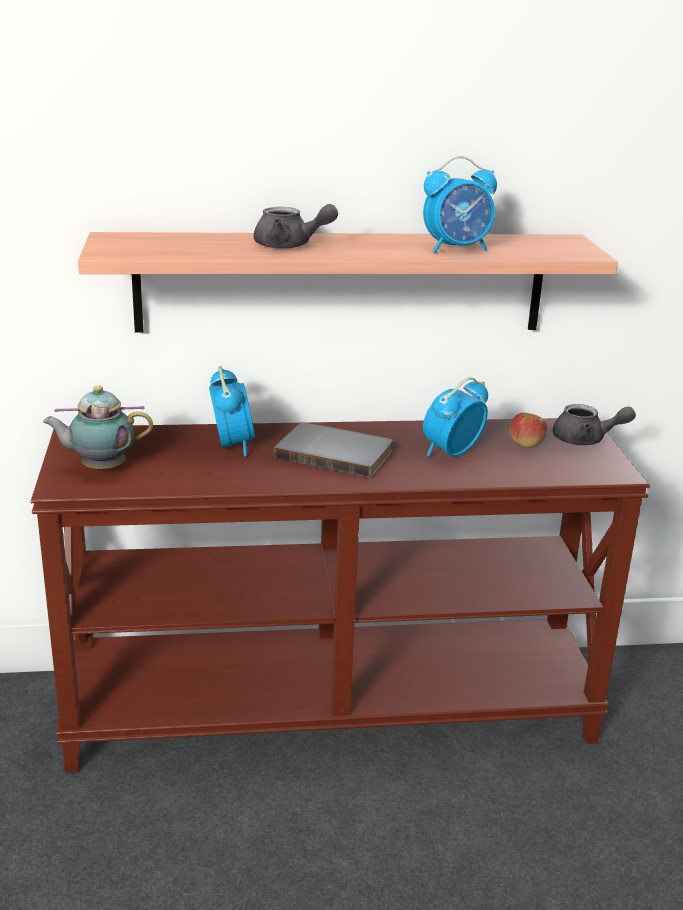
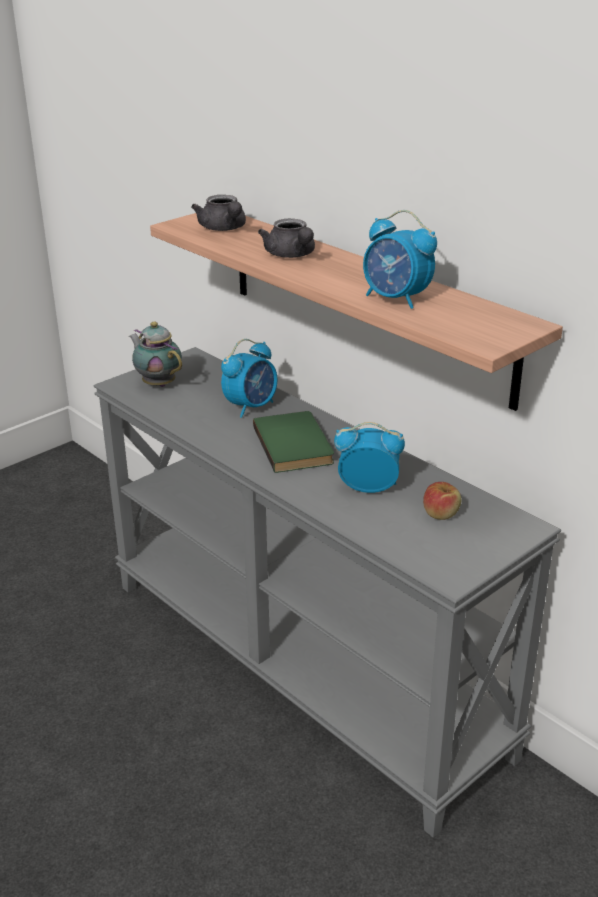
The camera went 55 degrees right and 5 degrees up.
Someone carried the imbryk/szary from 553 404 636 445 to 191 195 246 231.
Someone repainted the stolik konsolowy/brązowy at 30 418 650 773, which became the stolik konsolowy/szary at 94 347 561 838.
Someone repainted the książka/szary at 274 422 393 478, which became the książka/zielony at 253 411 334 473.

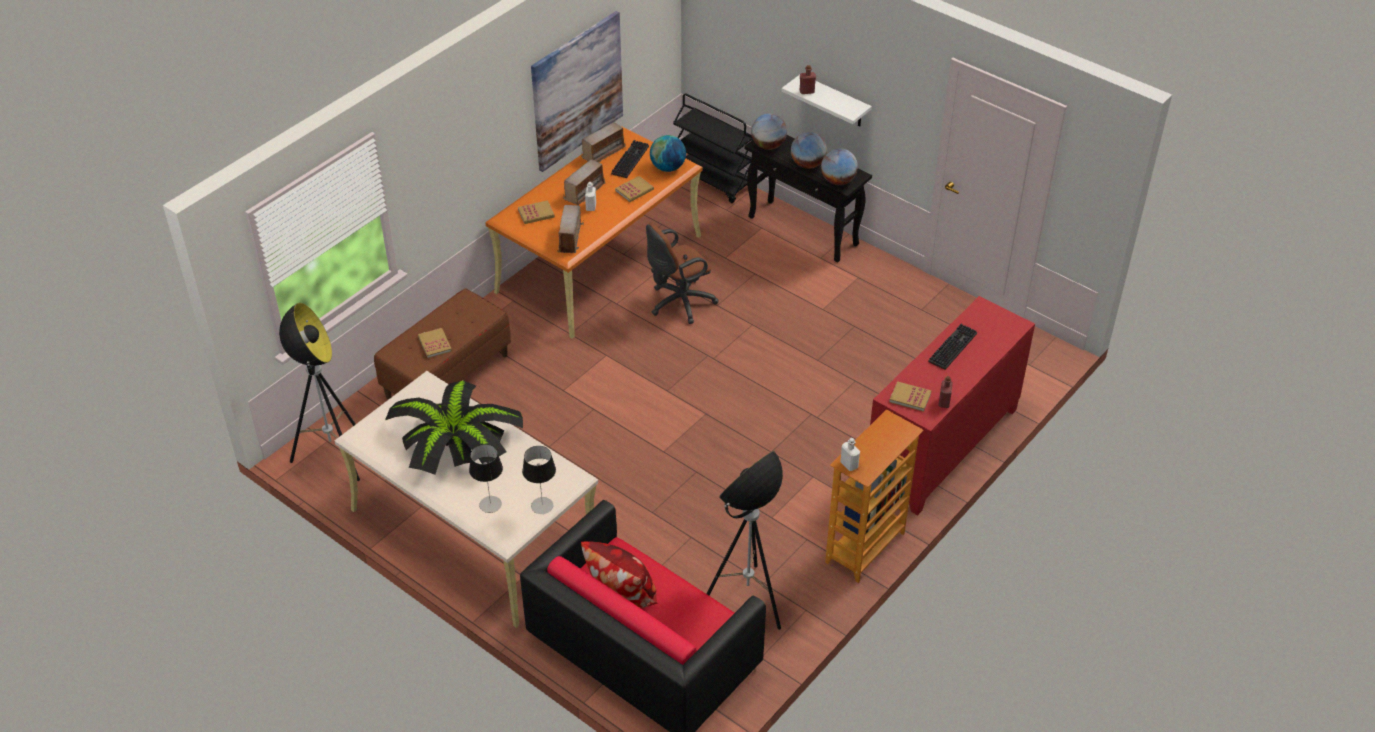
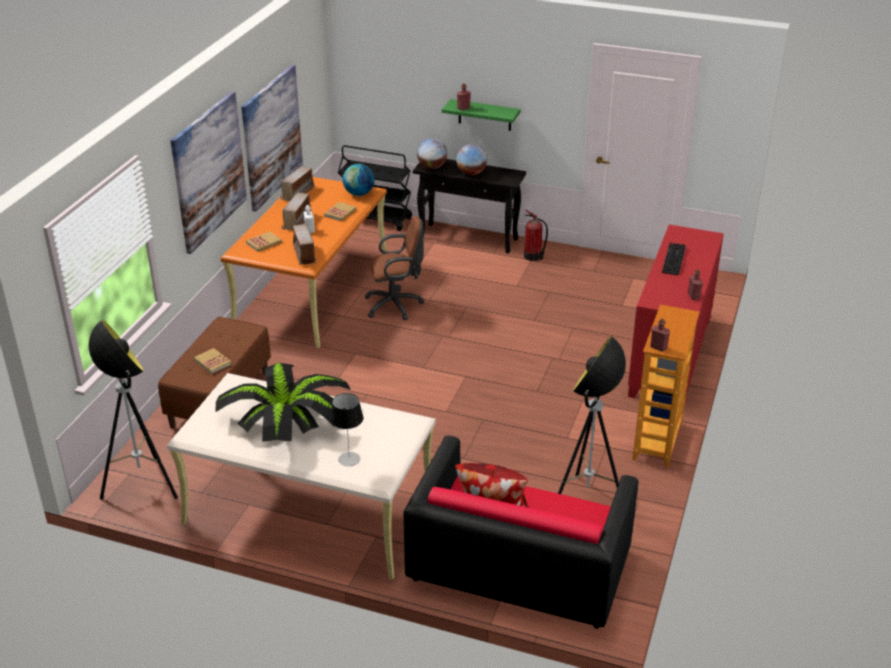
The camera went 20 degrees left and 10 degrees down.
Someone took away the lampa stołowa at 522 446 556 514.
Someone took away the klawiatura at 611 140 649 178.
Someone took away the globus at 821 148 858 185.
Someone took away the książka at 889 381 932 412.
Someone put up the obraz at 170 91 247 254.
Someone put down the gaśnica at 524 209 548 261.
Someone repainted the półka/biały at 782 75 872 126, which became the półka/zielony at 442 99 521 131.
Someone repainted the butelka/biały at 840 438 860 471, which became the butelka/czerwony at 650 318 670 352.
Someone rotated the krzesło biurowe/brązowy at 646 223 719 324 by 135 degrees counterclockwise.

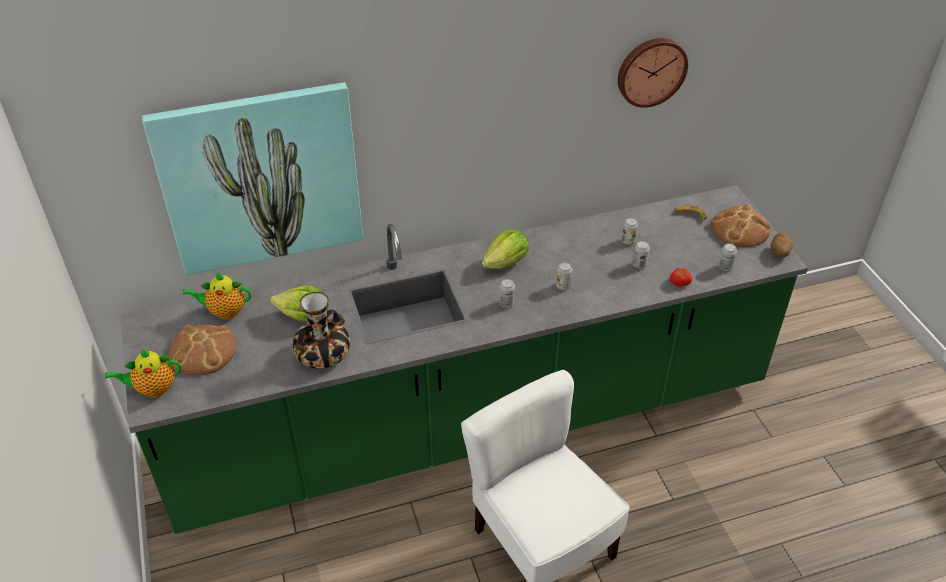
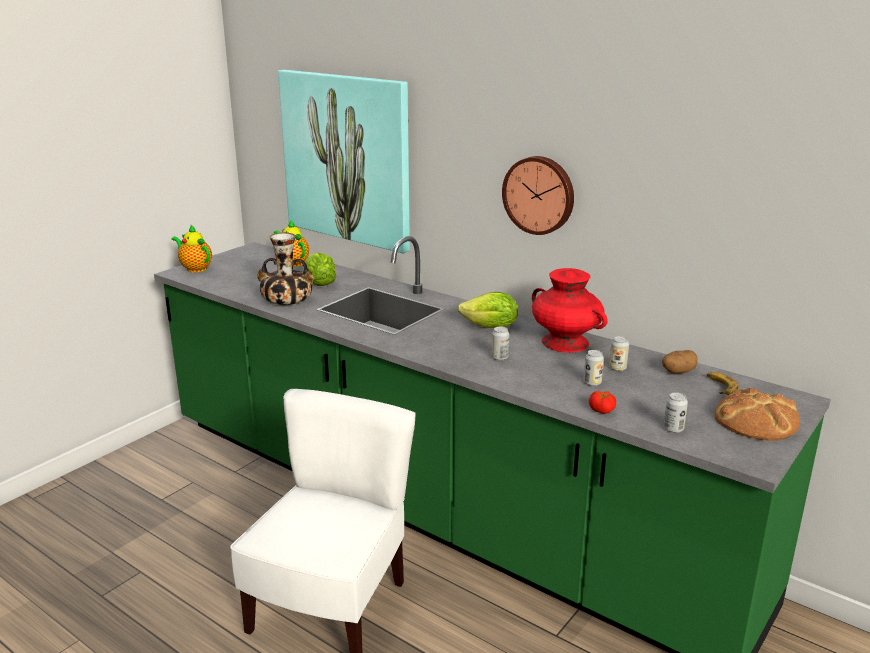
The camera went 55 degrees right and 20 degrees down.
Someone took away the chleb at 169 324 236 375.
Someone took away the puszka at 499 279 515 307.
Someone put down the wazon/czerwony at 532 268 608 353.
Someone carried the zegar ścienny from 618 38 688 108 to 502 156 574 235.
Someone carried the ziemniak from 770 233 793 258 to 662 350 698 374.

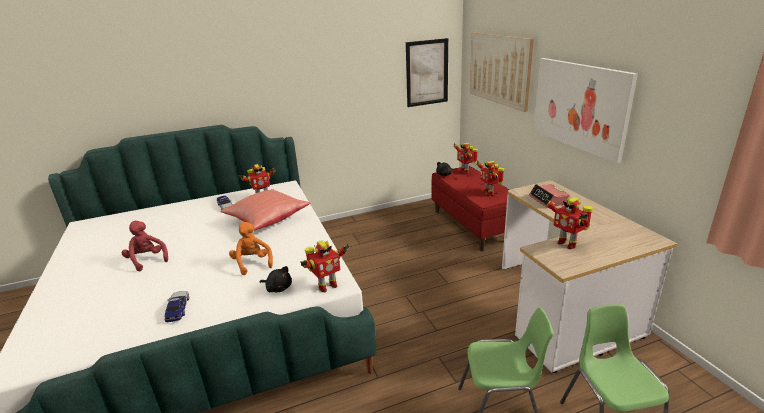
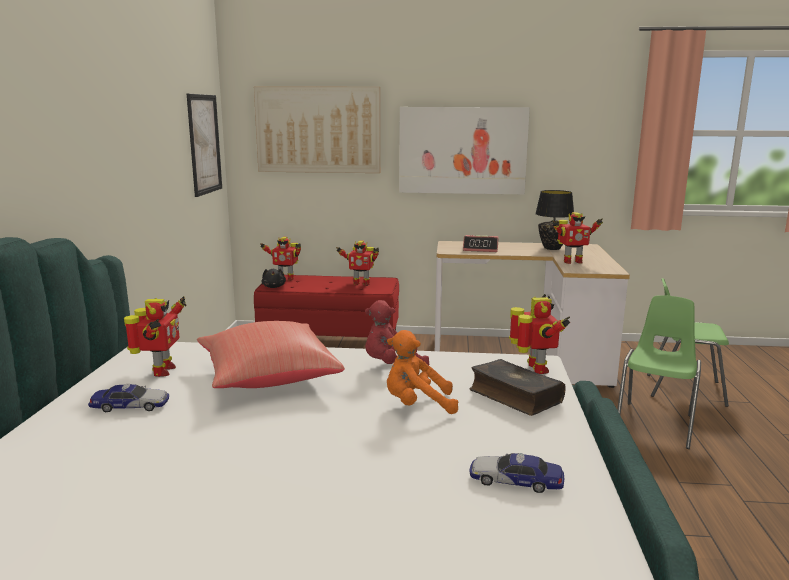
The camera went 65 degrees left and 10 degrees down.
Someone put down the lampa stołowa/czarny at 535 190 574 250.
Someone carried the pluszak/czerwony from 122 221 168 271 to 365 300 429 365.
Someone swapped the pluszak/czarny at 260 266 292 292 for the książka at 470 359 566 416.

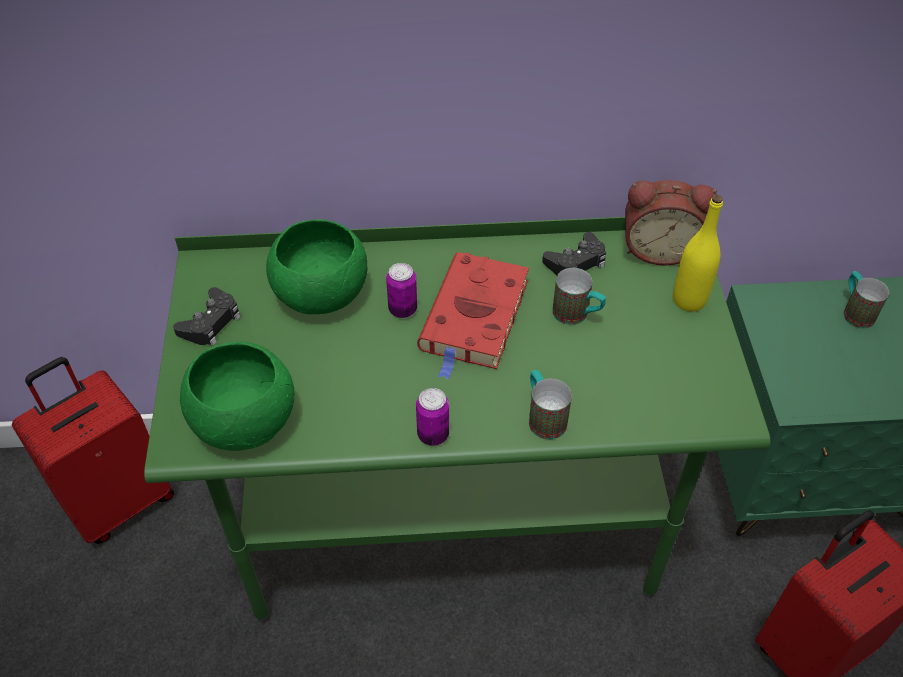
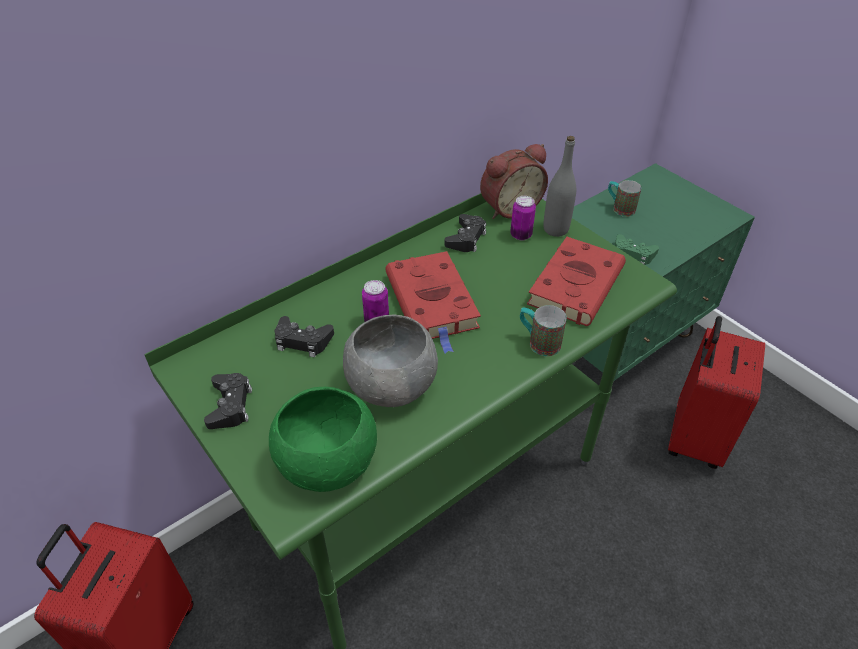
The camera went 35 degrees left and 5 degrees down.
Someone took away the kubek at 552 268 606 325.
Someone put down the miska/szary at 343 314 438 407.
Someone put down the książka/czerwony at 527 237 626 326.
Someone put down the pad do gier/zielony at 615 234 659 265.
Someone carried the puszka from 416 388 449 446 to 510 196 536 240.
Someone swapped the miska/zielony at 266 219 367 314 for the pad do gier/czarny at 275 316 334 357.
Someone repainted the butelka/żółty at 673 195 723 312, which became the butelka/szary at 543 136 576 237.

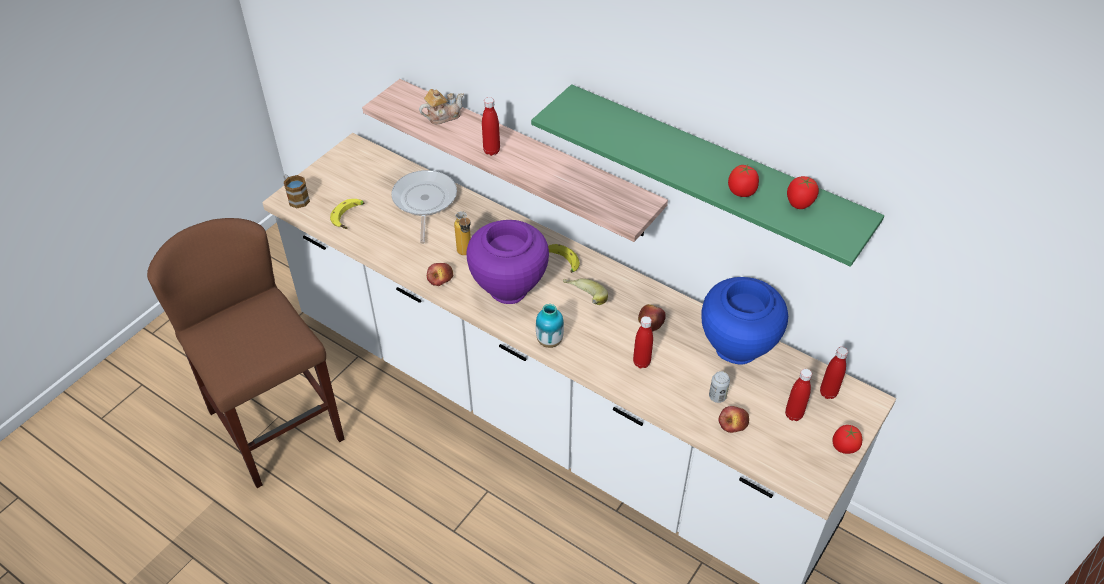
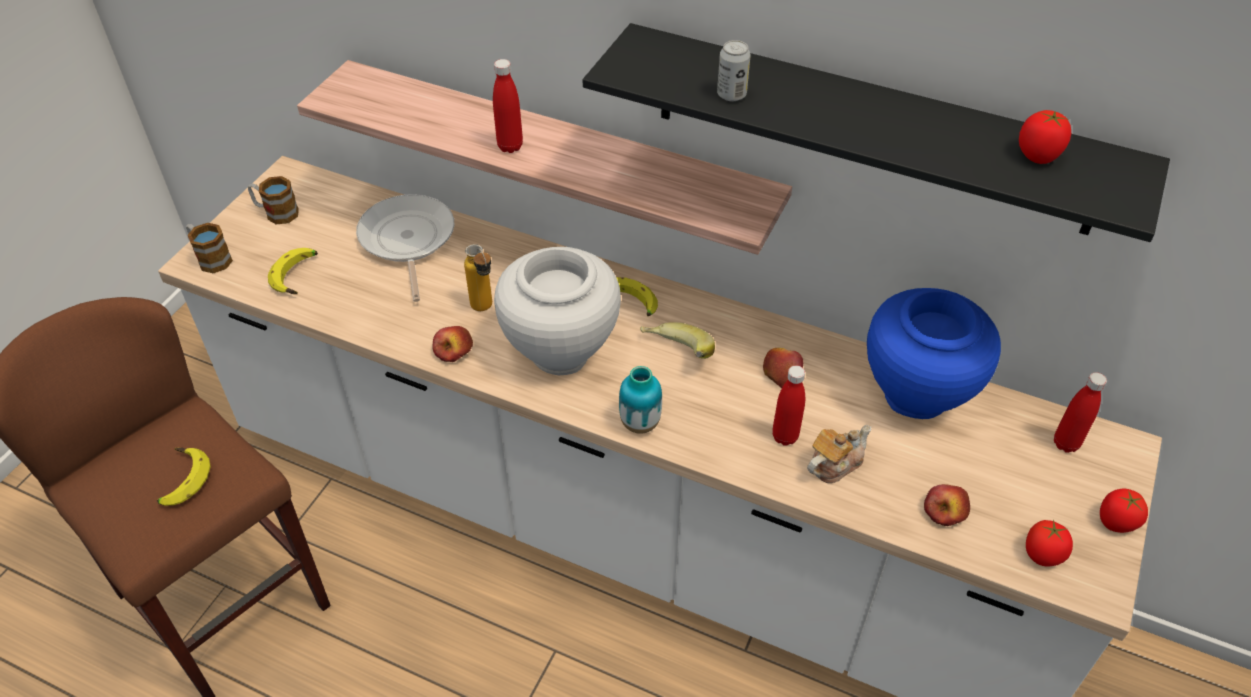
The camera went 10 degrees left and 0 degrees up.
Someone took away the butelka/czerwony at 785 369 812 421.
Someone put down the banan at 157 448 211 506.
Someone put down the kubek at 248 176 299 224.
Someone carried the imbryk from 419 89 464 124 to 807 425 872 483.
Someone carried the puszka from 709 371 730 403 to 717 40 751 102.
Someone carried the pomidor from 728 165 759 197 to 1026 519 1073 567.
Someone repainted the wazon/fioletowy at 467 220 549 304, which became the wazon/biały at 494 247 621 375.
Someone repainted the półka/zielony at 531 84 884 267, which became the półka/czarny at 583 23 1170 242.

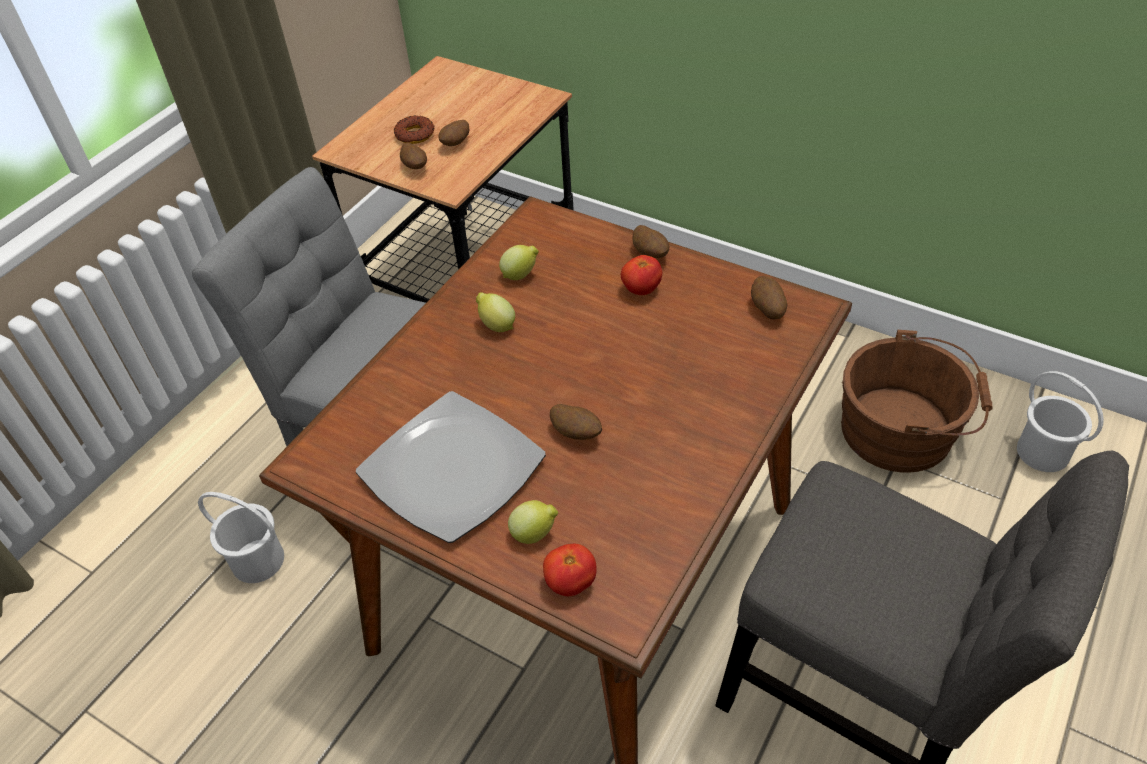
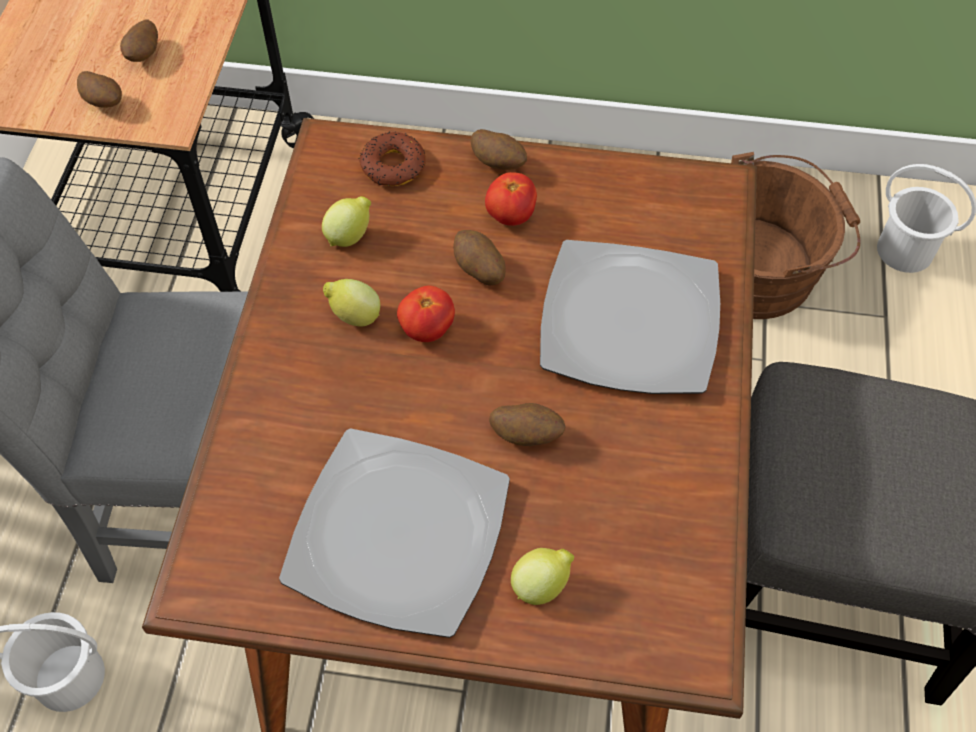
The camera went 25 degrees left and 10 degrees up.
Someone put down the talerz at 540 240 720 394.
Someone carried the donut from 394 115 435 144 to 359 132 426 186.
Someone carried the pomidor from 543 544 597 596 to 397 285 455 342.
Someone carried the ziemniak from 751 276 787 319 to 453 230 506 285.

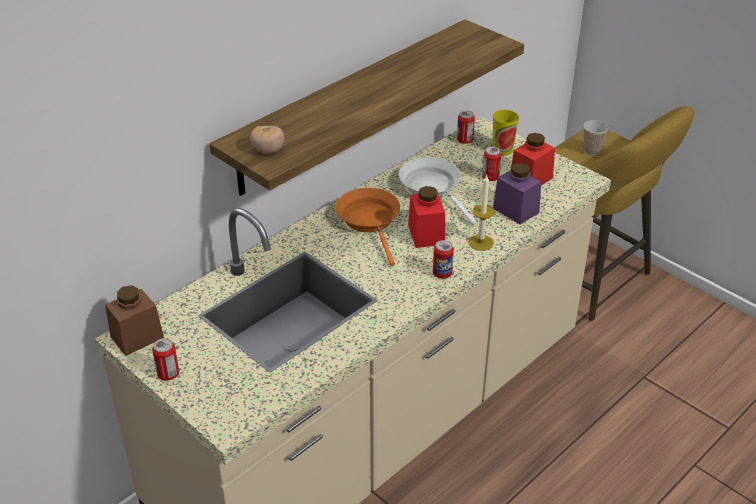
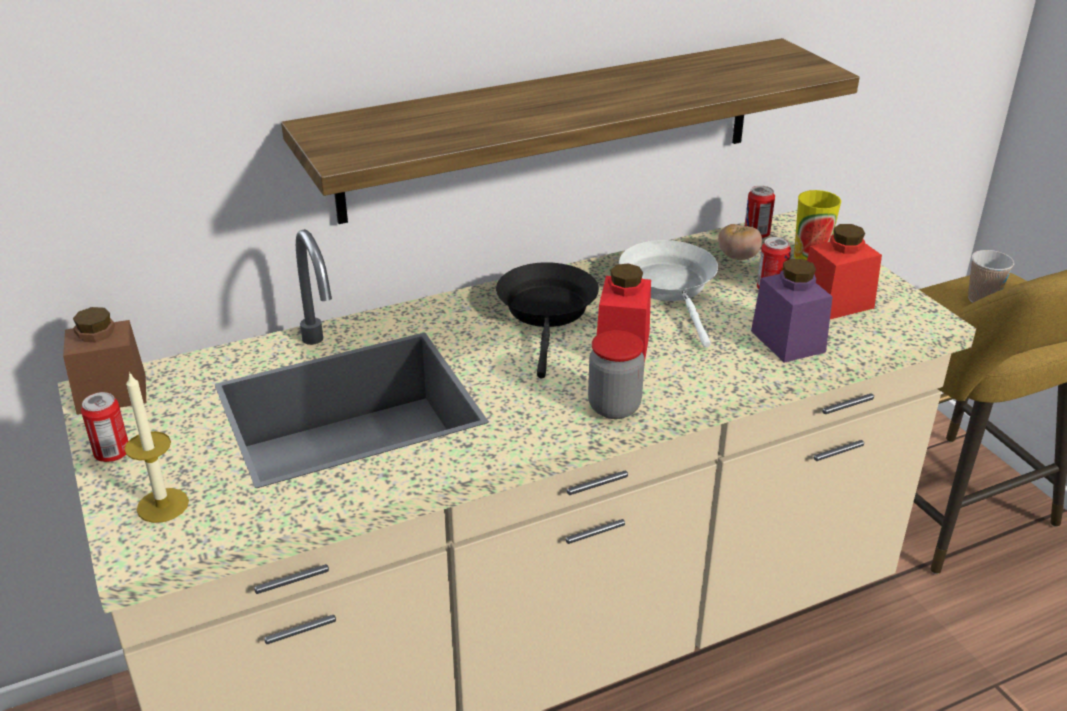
The camera went 20 degrees right and 5 degrees down.
Someone carried the pomidor from 250 126 284 154 to 718 224 762 260.
Someone carried the świeca from 468 175 495 251 to 125 371 189 523.
Someone swapped the puszka at 433 240 454 279 for the słoik at 588 330 645 419.
Someone repainted the patelnia/pomarańczowy at 336 188 400 266, which became the patelnia/czarny at 496 262 599 378.

